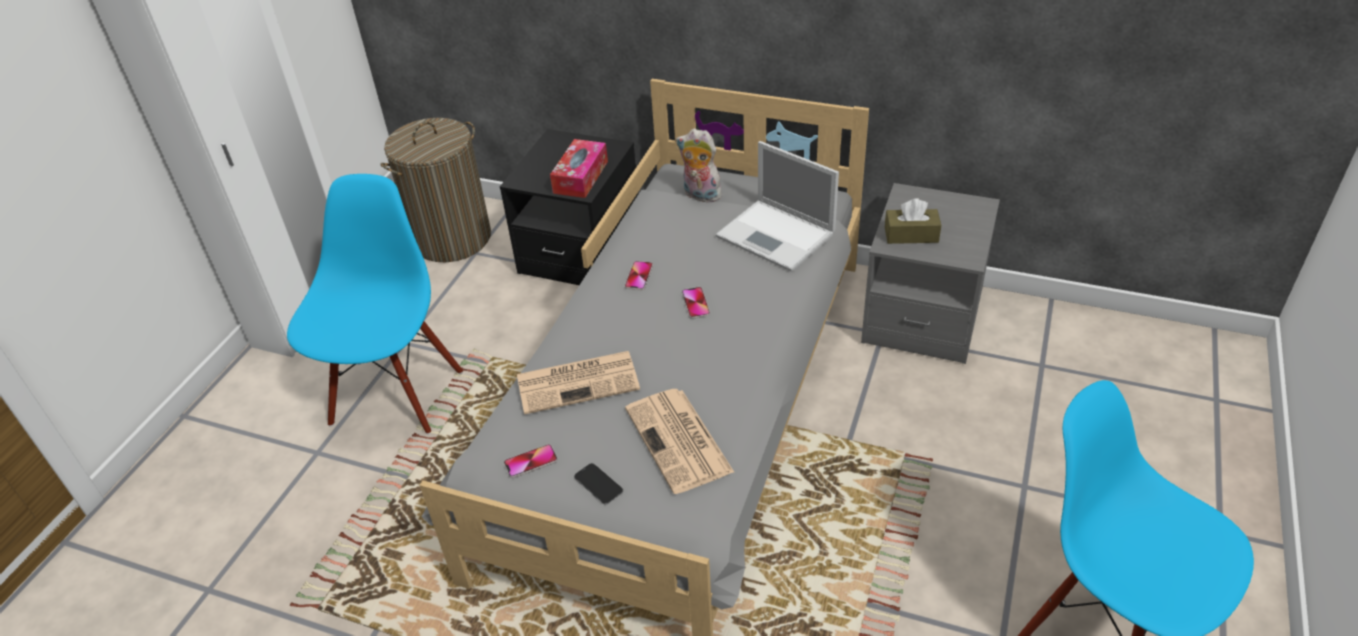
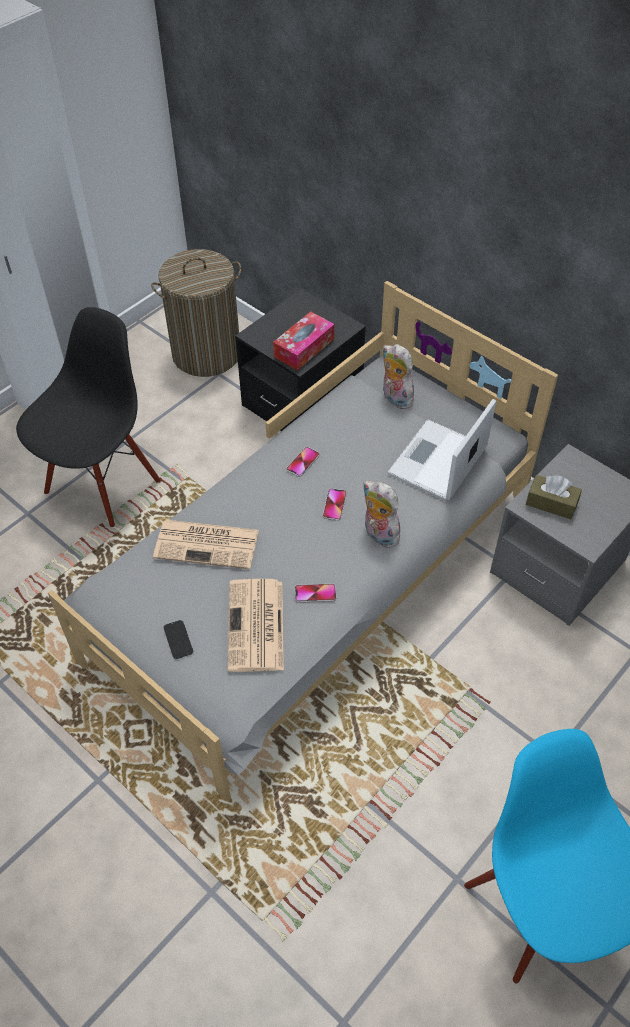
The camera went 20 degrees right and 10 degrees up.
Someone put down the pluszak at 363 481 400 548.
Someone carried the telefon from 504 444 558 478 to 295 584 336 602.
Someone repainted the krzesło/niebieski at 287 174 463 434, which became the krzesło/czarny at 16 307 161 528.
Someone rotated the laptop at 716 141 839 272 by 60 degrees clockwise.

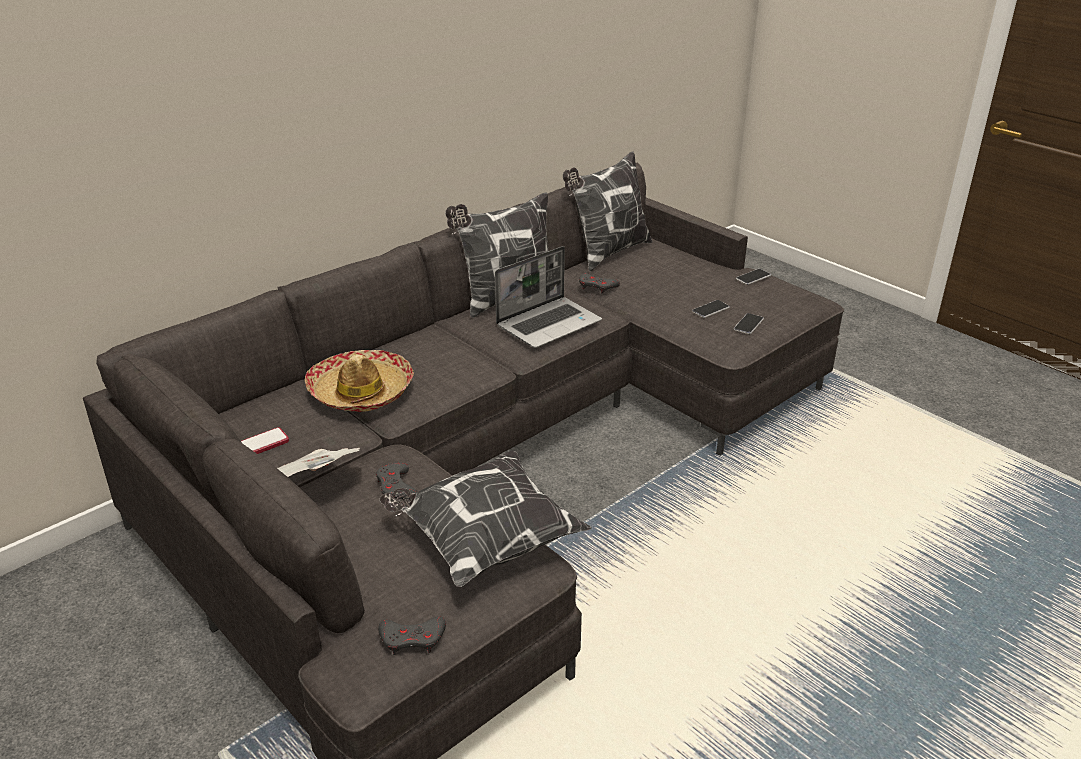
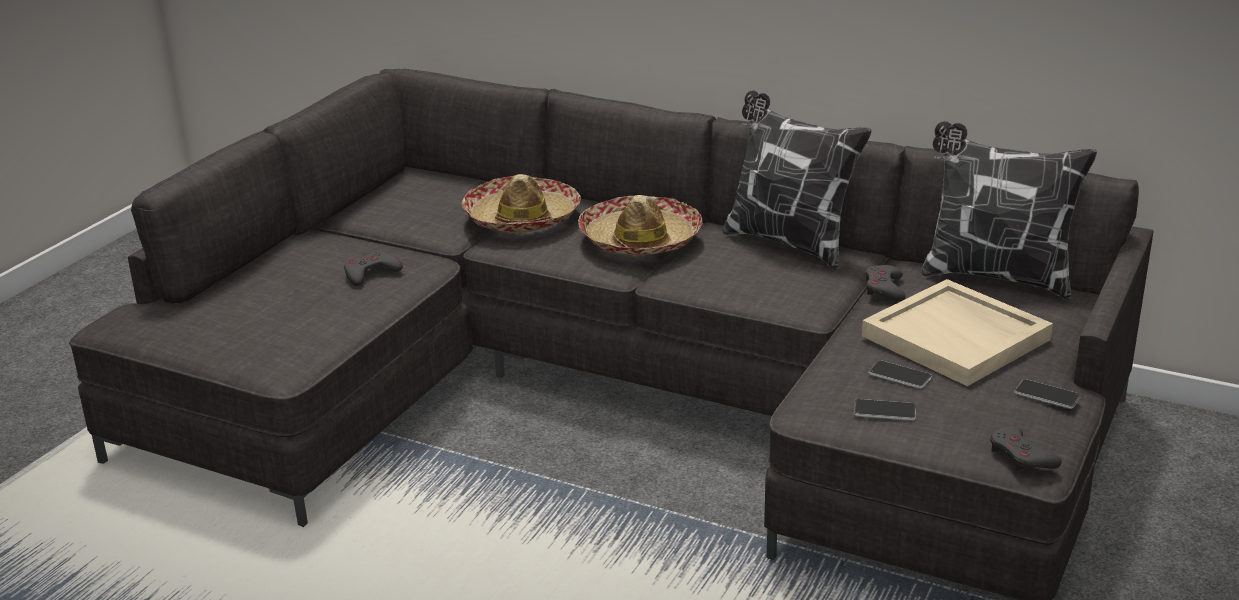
The camera went 70 degrees right and 5 degrees down.
Someone took away the telefon at 241 427 289 454.
Someone took away the gazeta at 277 448 360 477.
Someone took away the poduszka at 379 450 592 587.
Someone took away the laptop at 495 246 602 348.
Someone put down the kapelusz at 578 195 703 255.
Someone put down the taca/beżowy at 862 279 1053 386.
Someone carried the pad do gier/szary from 378 617 446 655 to 990 425 1062 471.

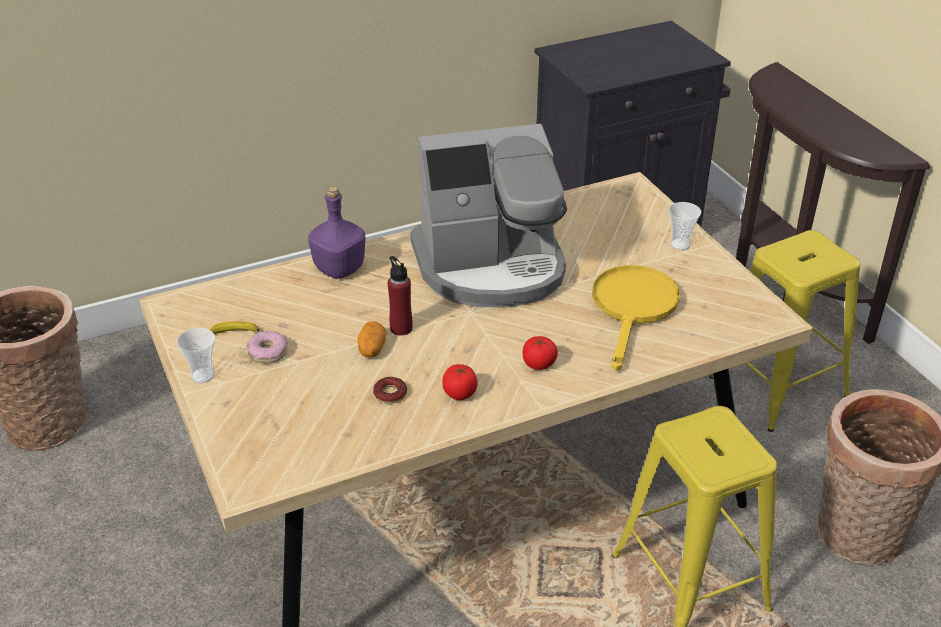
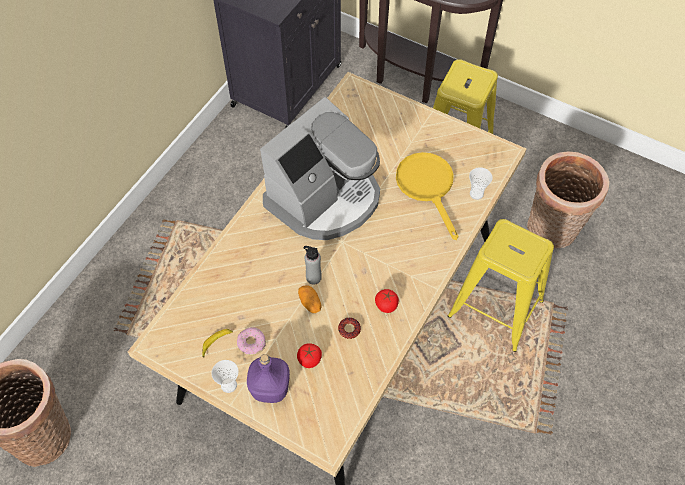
The camera went 35 degrees left and 20 degrees up.
Someone carried the butelka/fioletowy from 308 186 366 279 to 247 354 290 403.
Someone carried the pomidor from 523 336 558 370 to 297 343 322 368.
Someone carried the filiżanka from 669 202 701 251 to 469 167 493 200.
Someone repainted the butelka/czerwony at 388 256 413 336, which became the butelka/szary at 304 246 322 285.

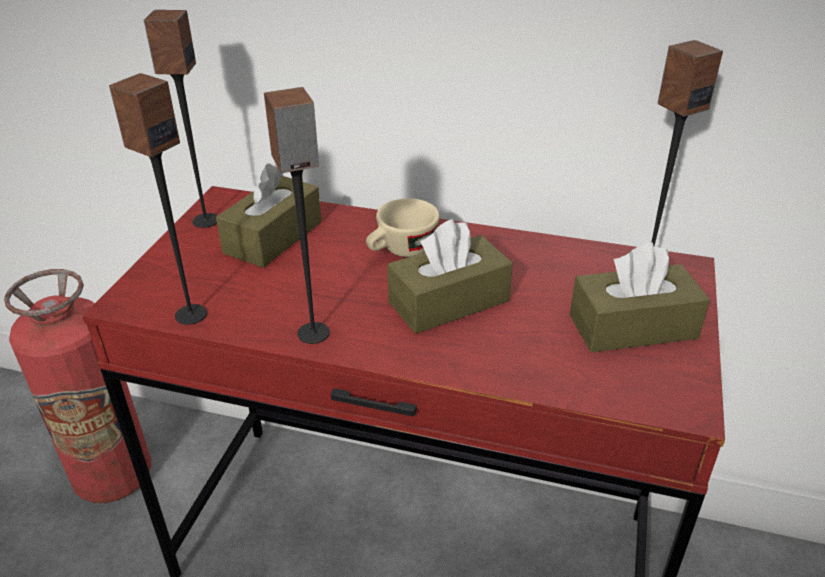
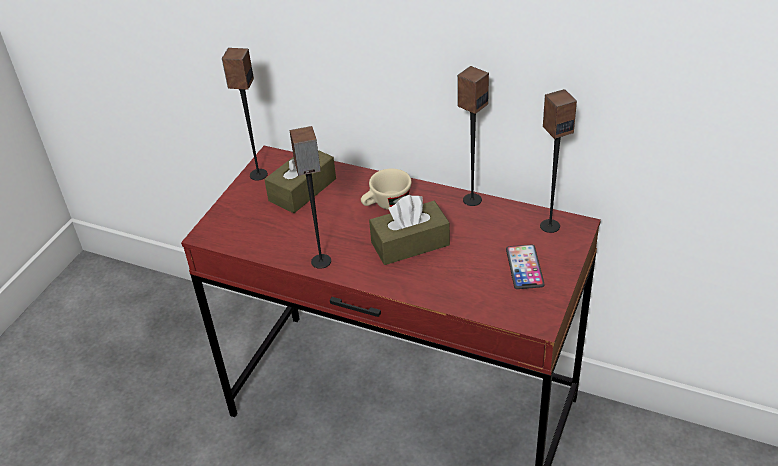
The camera went 10 degrees right and 5 degrees up.
Someone took away the gaśnica at 4 269 151 503.
Someone carried the głośnik from 109 73 207 325 to 457 66 489 206.
Someone swapped the pudełko chusteczek/brązowy at 570 243 710 352 for the telefon at 506 245 545 289.

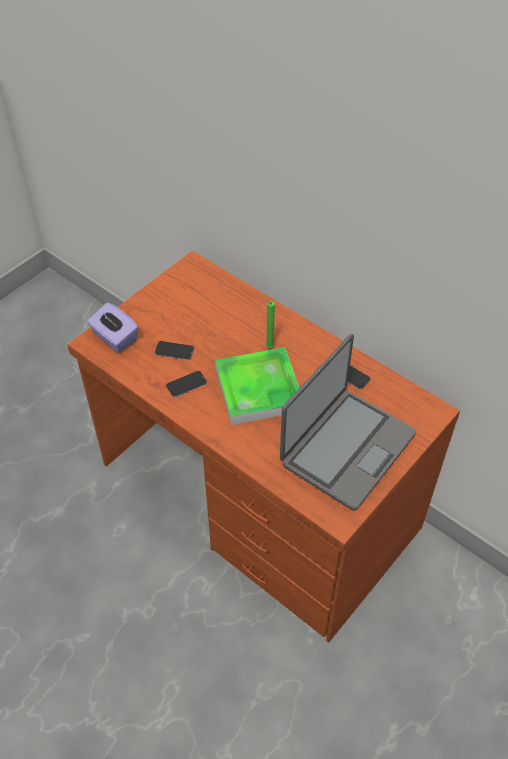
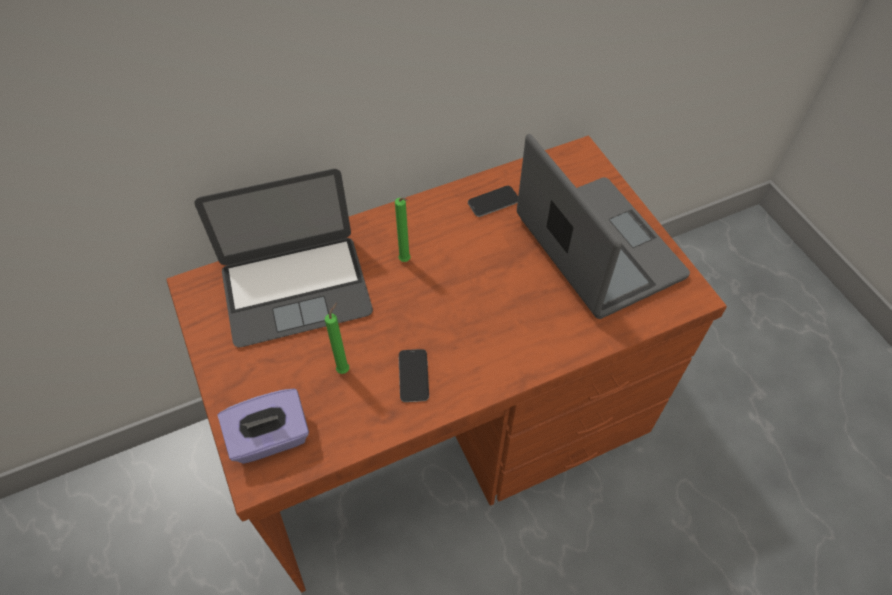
The camera went 65 degrees left and 5 degrees up.
Someone took away the taca at 215 347 299 425.
Someone put down the laptop at 195 169 373 347.
Someone swapped the telefon at 155 341 194 360 for the świeca/zielony at 325 303 349 374.

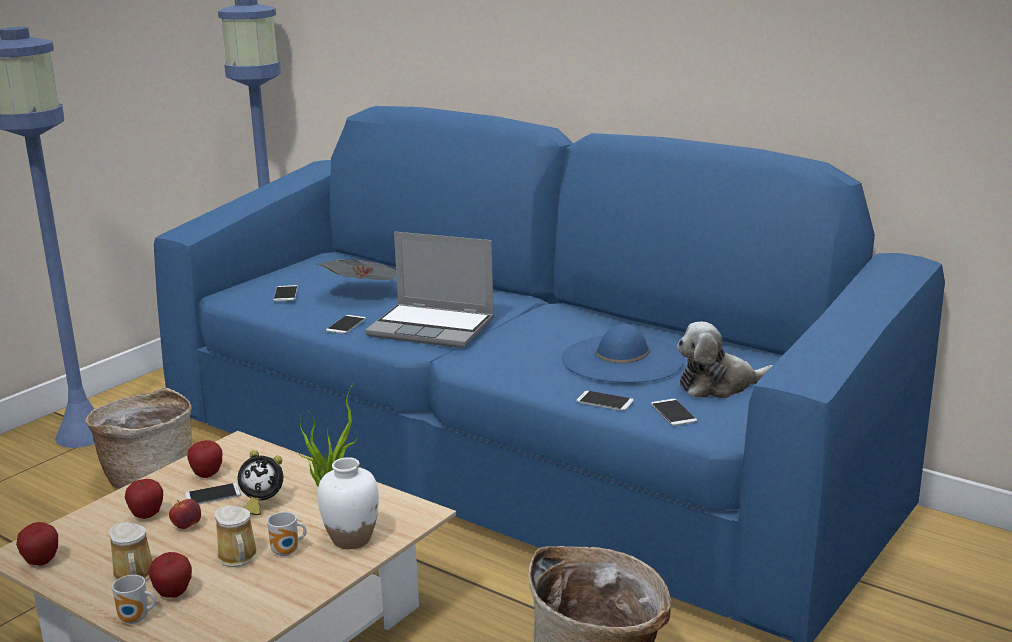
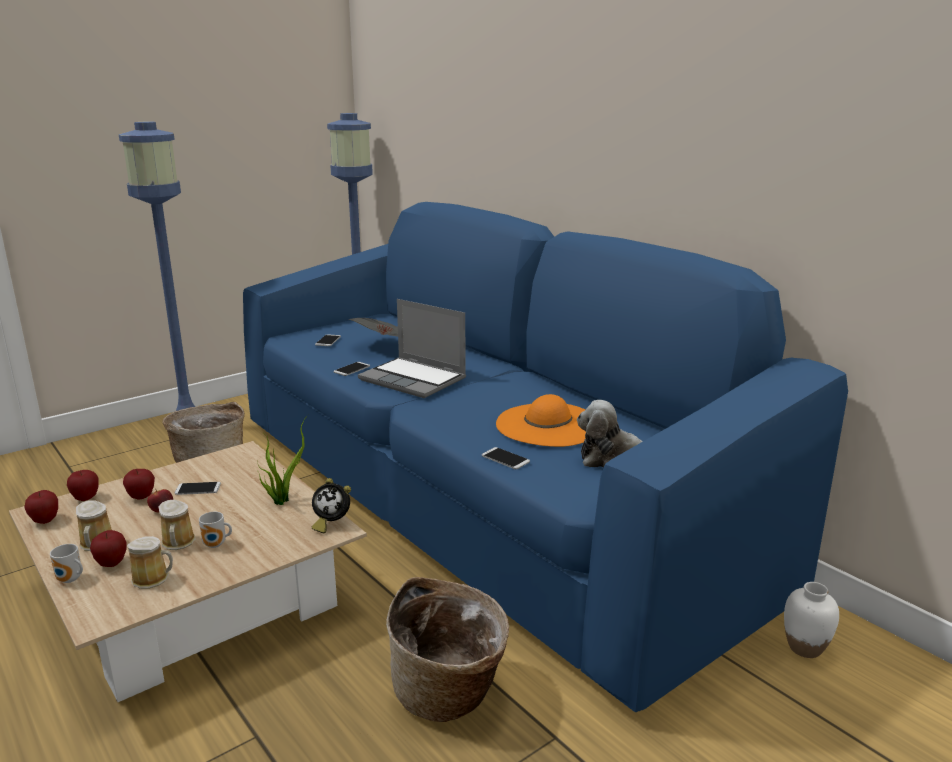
The camera went 15 degrees right and 0 degrees up.
Someone took away the telefon at 651 399 697 426.
Someone put down the kubek at 127 536 173 589.
Someone carried the jabłko from 187 440 222 478 to 67 470 98 501.
Someone carried the budzik from 238 450 283 515 to 311 478 351 533.
Someone carried the wazon/biały from 318 457 379 549 to 784 582 839 658.
Someone repainted the kapelusz/niebieski at 562 324 684 383, which became the kapelusz/pomarańczowy at 496 394 586 447.

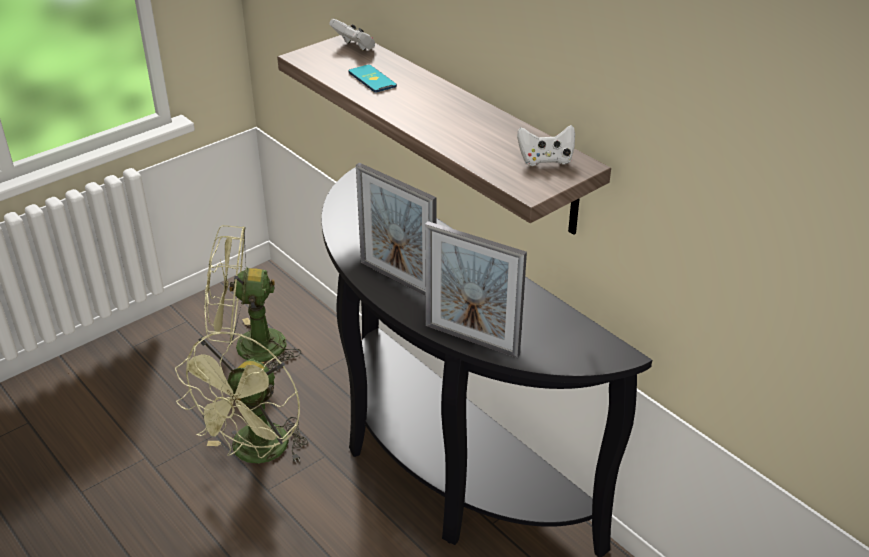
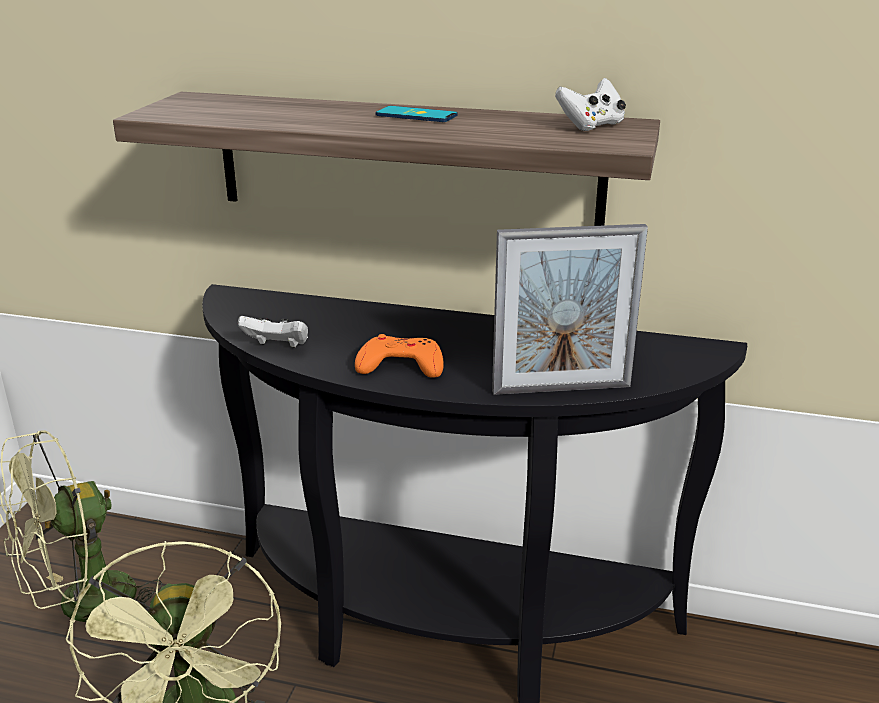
The camera went 35 degrees left and 10 degrees down.
Someone carried the pad do gier/biały from 329 19 375 50 to 238 316 308 348.
Someone carried the telefon from 348 65 397 92 to 376 106 458 122.
Someone swapped the ramka na zdjęcie at 356 163 436 296 for the pad do gier/pomarańczowy at 355 334 444 378.

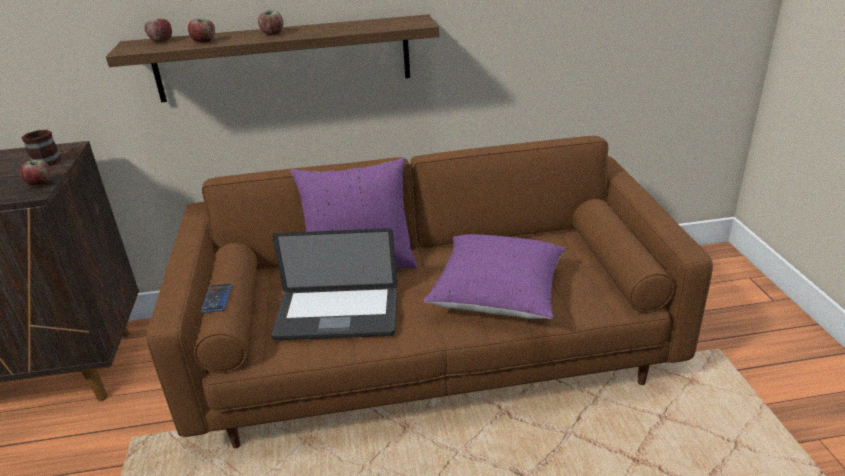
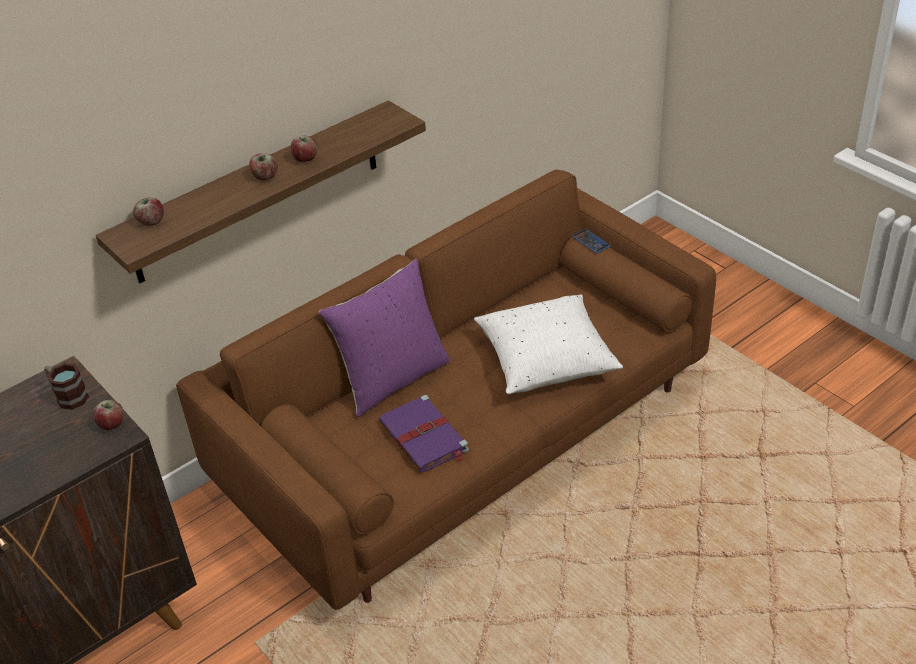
The camera went 30 degrees left and 10 degrees up.
Someone carried the jabłko from 188 19 215 42 to 291 135 317 162.
Someone carried the telefon from 201 283 232 313 to 572 229 610 254.
Someone swapped the laptop at 271 228 398 340 for the książka/fioletowy at 379 395 469 472.
Someone repainted the poduszka/fioletowy at 423 234 565 319, which became the poduszka/biały at 474 294 623 394.

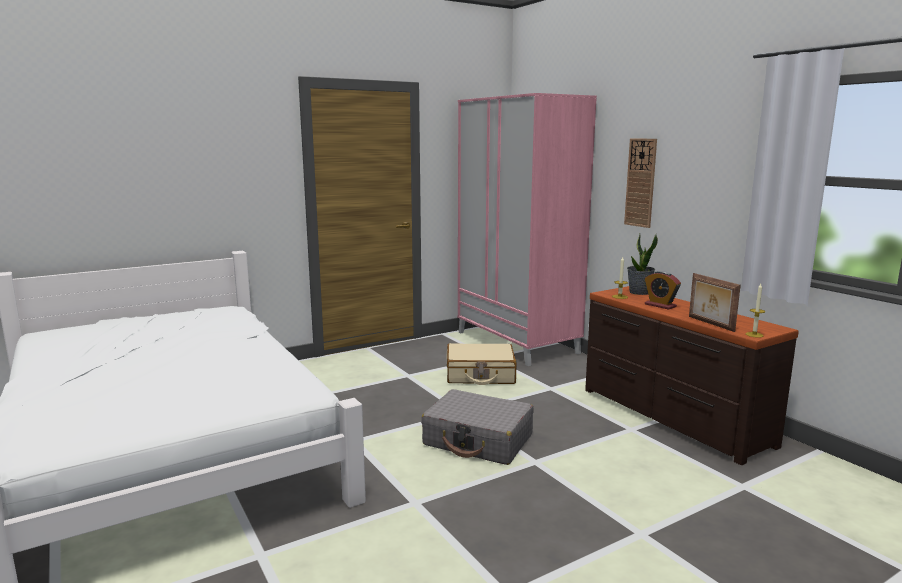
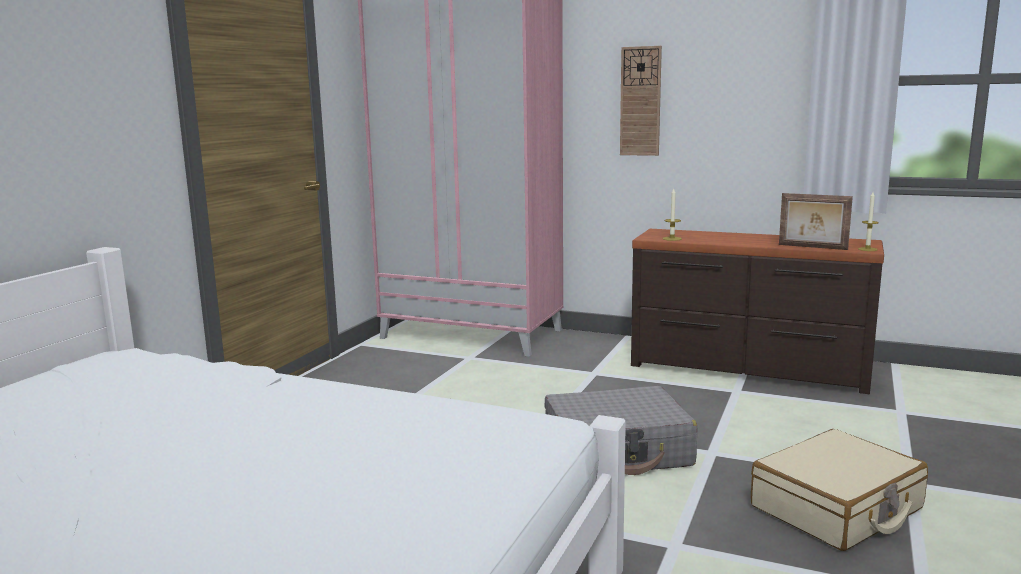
The camera went 35 degrees left and 0 degrees up.
Someone took away the roślina doniczkowa at 627 234 658 295.
Someone took away the budzik at 645 271 681 310.
Someone carried the walizka/beżowy from 447 343 517 385 to 751 429 928 551.

